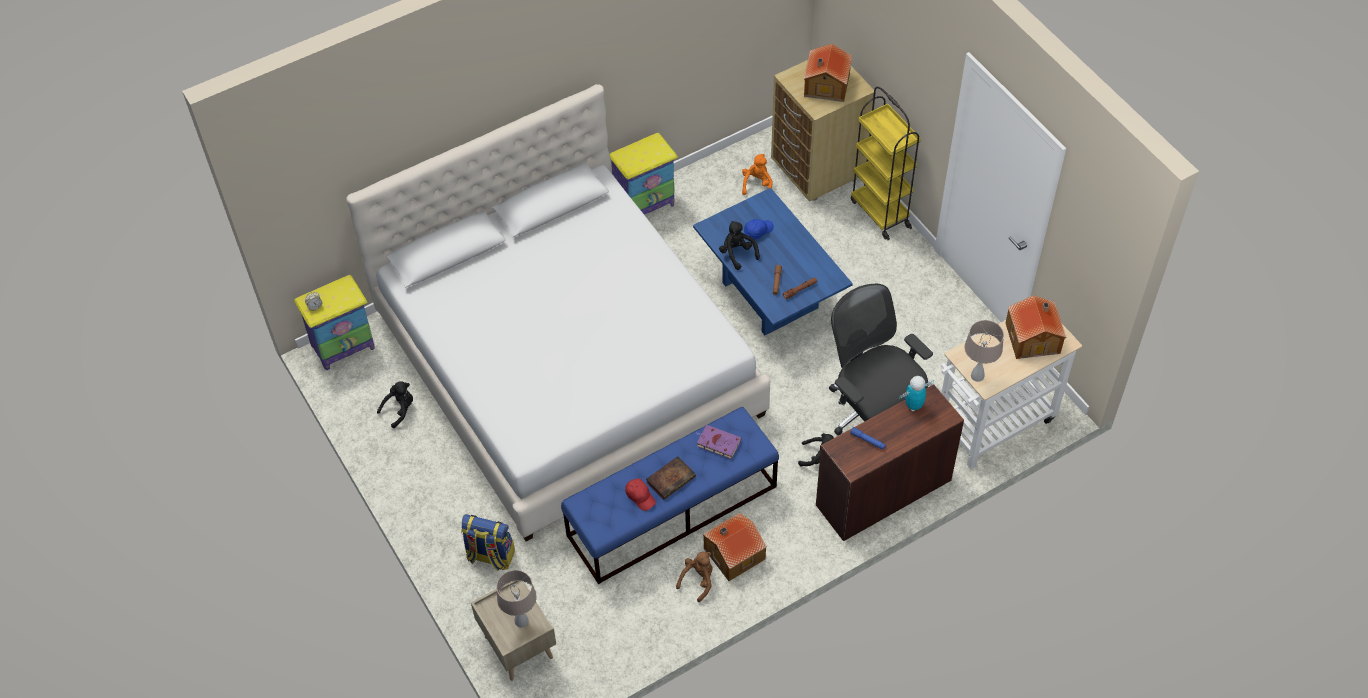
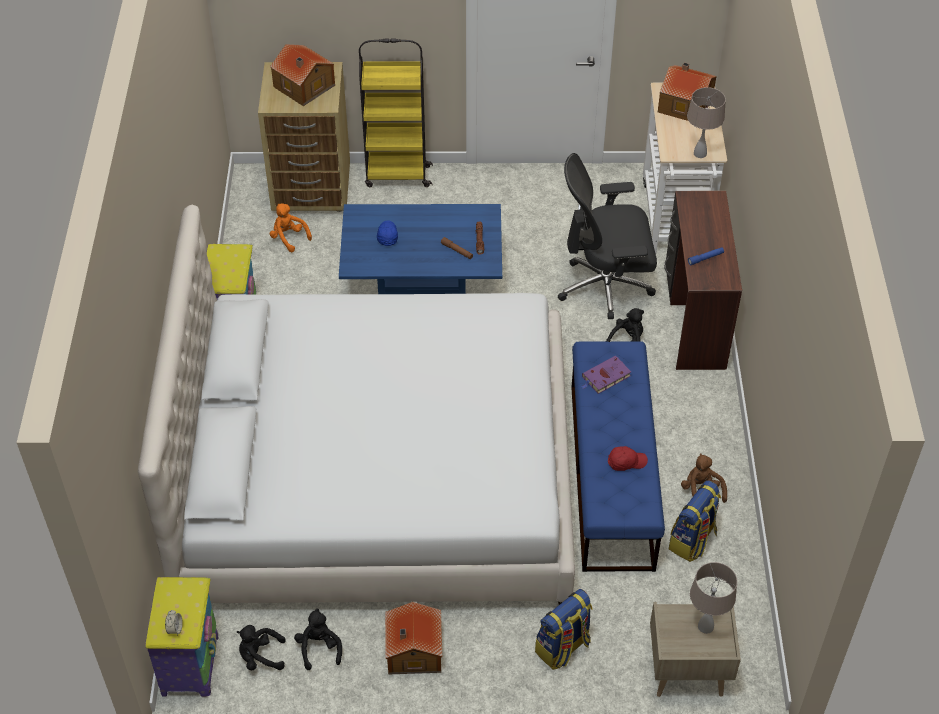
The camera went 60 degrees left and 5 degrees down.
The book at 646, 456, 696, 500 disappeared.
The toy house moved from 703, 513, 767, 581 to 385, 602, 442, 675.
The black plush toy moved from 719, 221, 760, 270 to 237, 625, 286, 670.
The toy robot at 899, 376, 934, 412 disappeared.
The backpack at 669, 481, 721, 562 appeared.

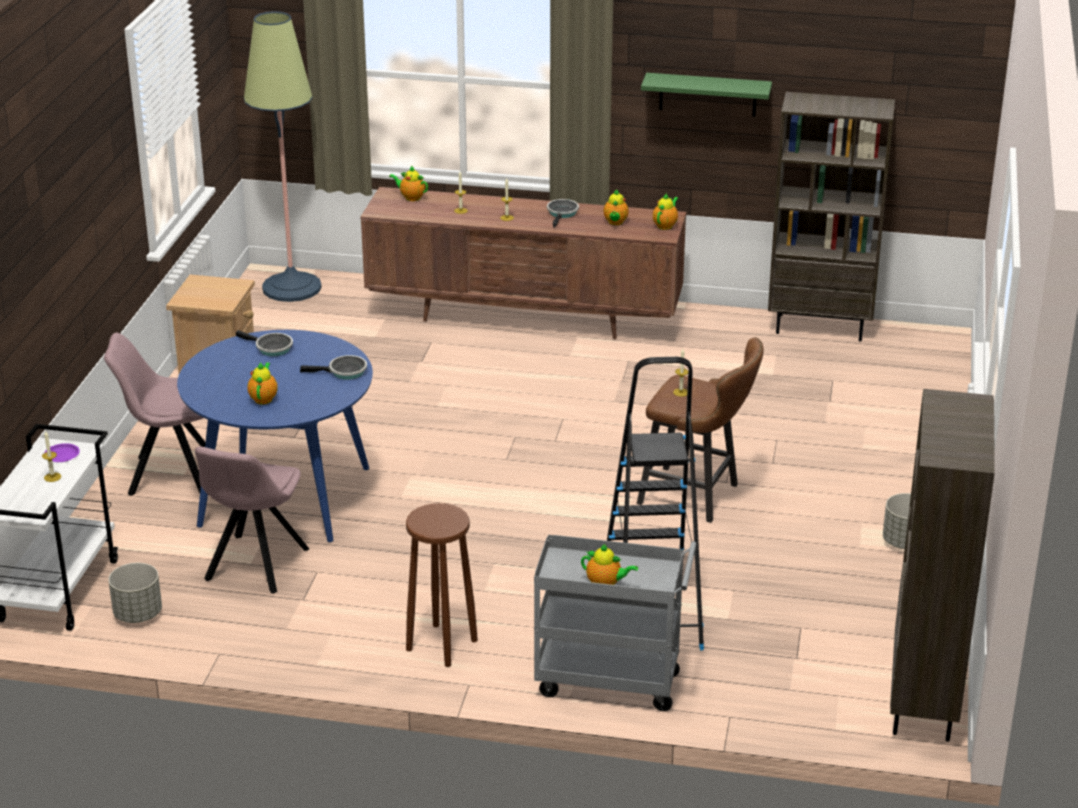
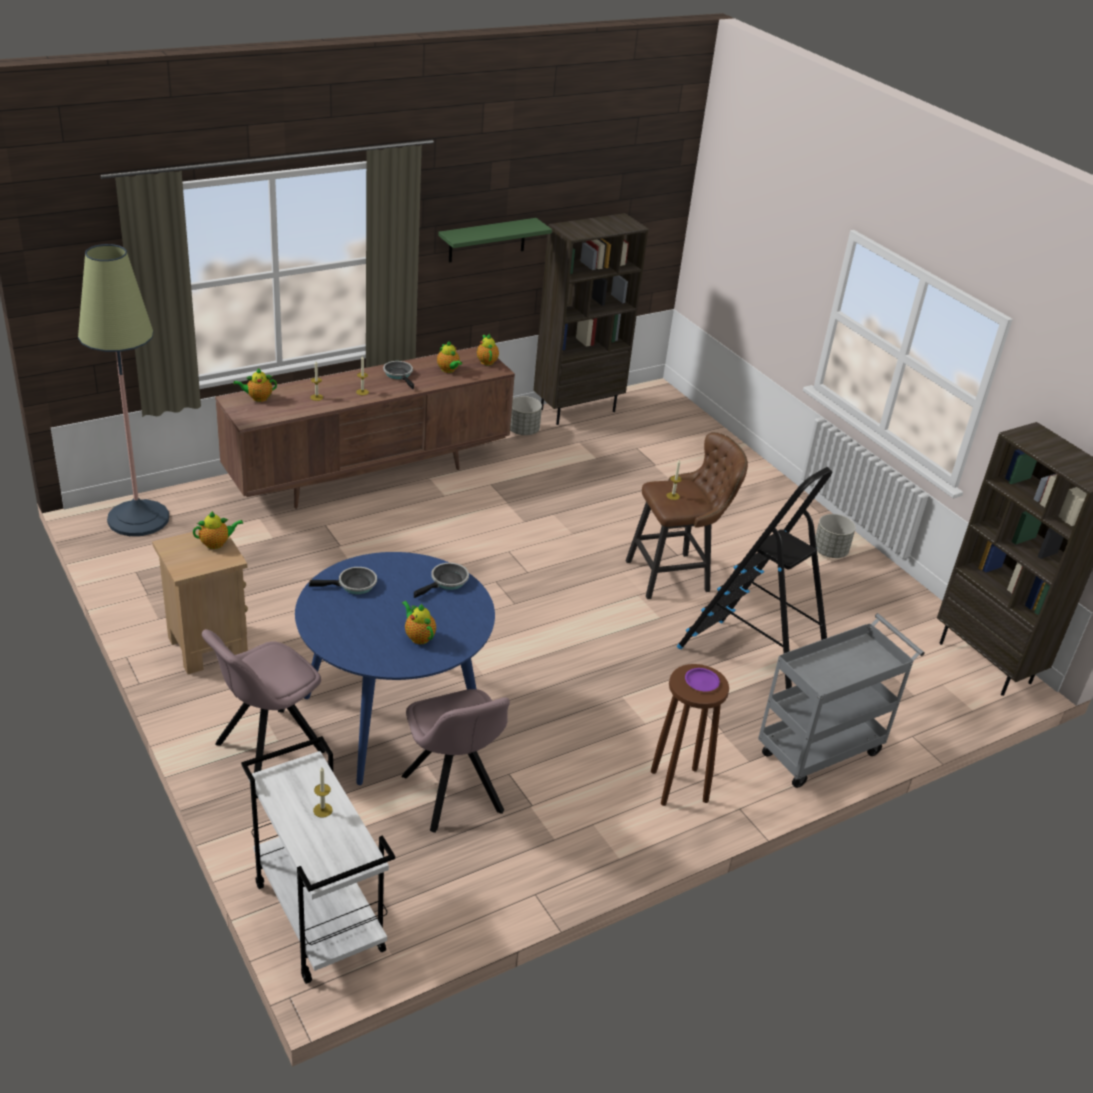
The camera went 45 degrees left and 5 degrees up.
The purple plate moved from 44, 443, 80, 462 to 685, 668, 720, 691.
The grey planter moved from 108, 563, 162, 623 to 510, 396, 542, 435.
The teapot moved from 581, 544, 638, 585 to 193, 511, 243, 549.

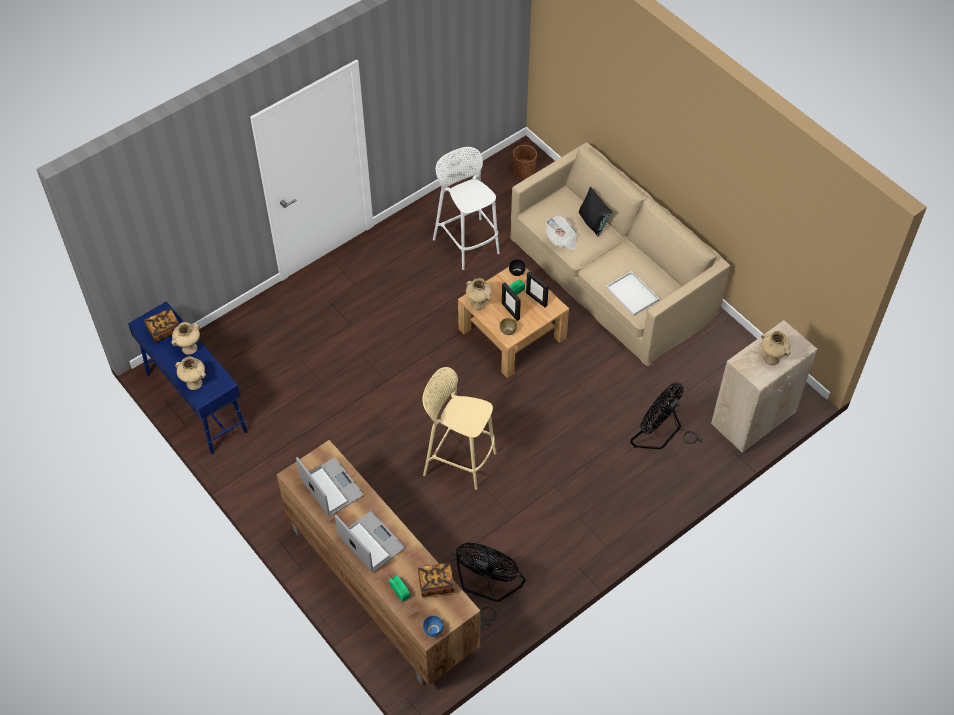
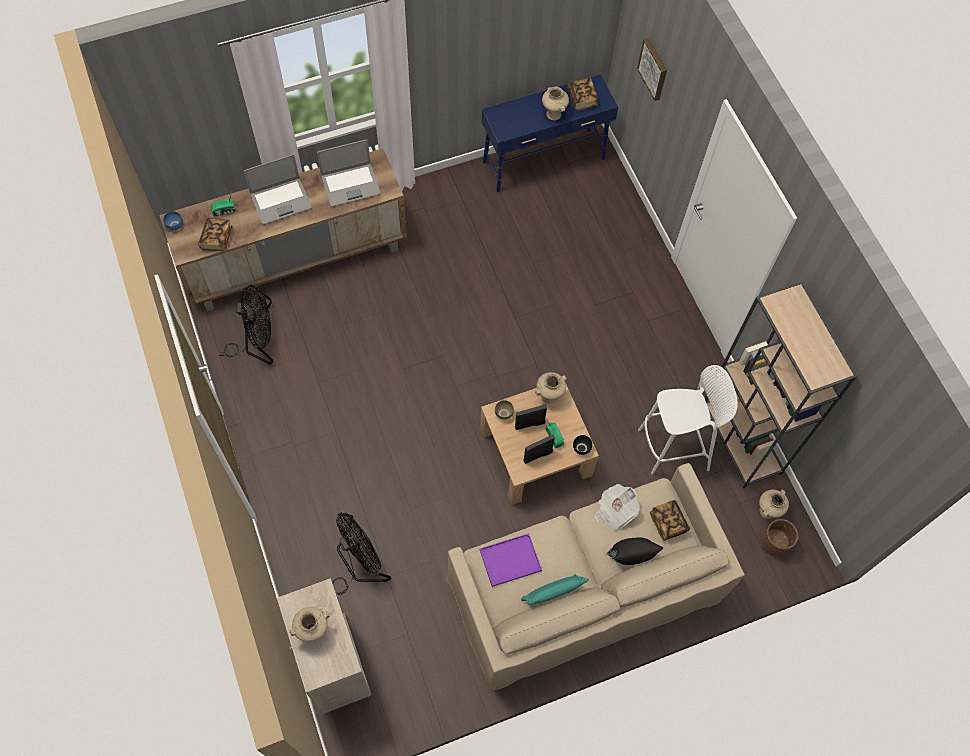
The camera went 105 degrees right and 10 degrees up.
The beige vase moved from 175, 356, 206, 390 to 759, 489, 789, 519.
The beige stool at 423, 367, 497, 490 disappeared.
The black fan at 453, 543, 526, 627 turned 45 degrees counterclockwise.
The white tray at 606, 271, 659, 316 became the purple tray at 480, 533, 542, 587.
The turquoise pillow at 521, 574, 589, 605 appeared.
The picture at 637, 38, 667, 101 appeared.
The book at 650, 500, 690, 541 appeared.
The bookcase at 705, 281, 857, 489 appeared.

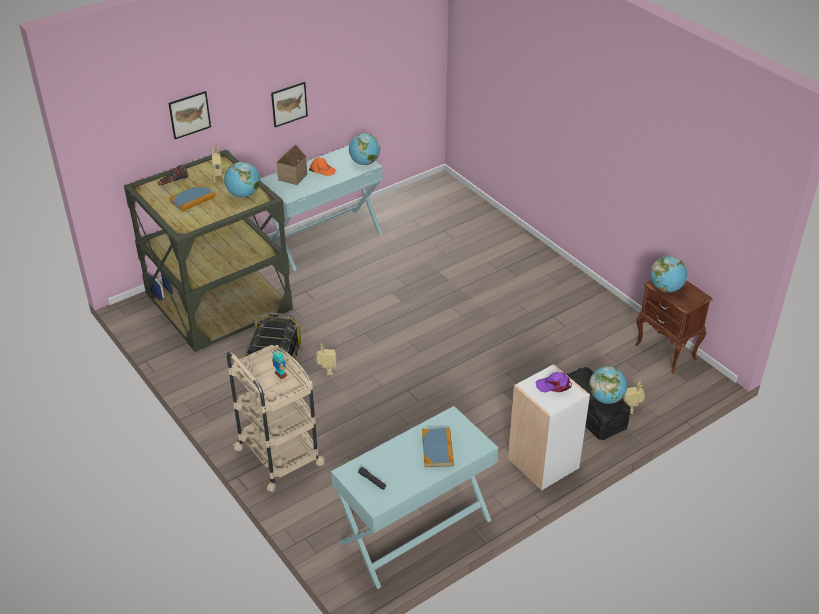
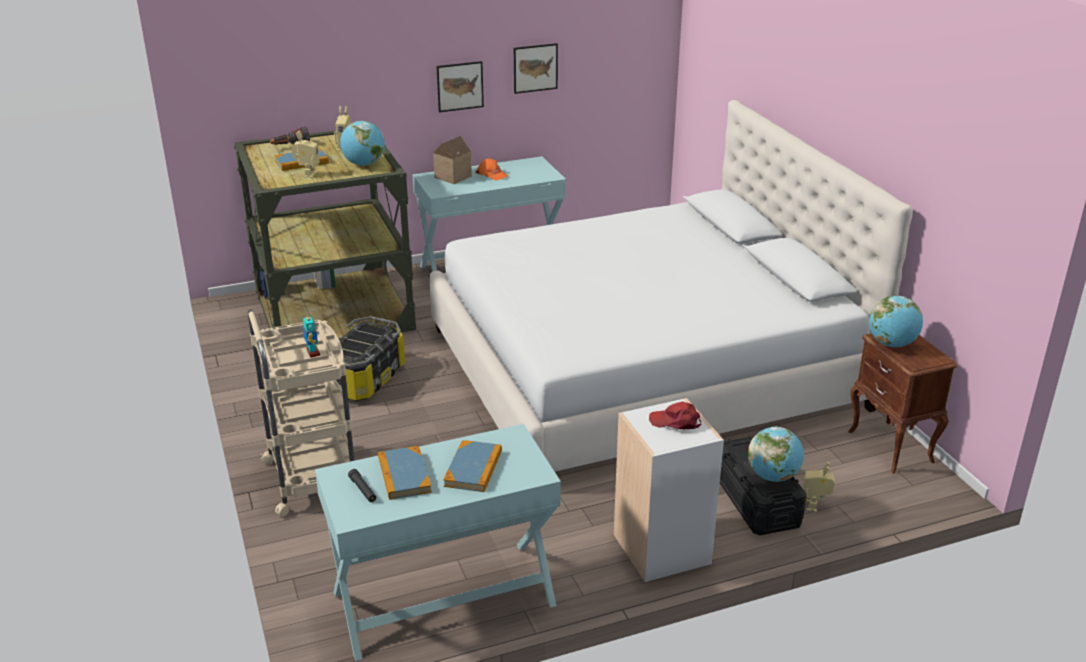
The camera went 15 degrees right and 10 degrees down.
The picture moved from 168, 91, 211, 139 to 514, 43, 558, 94.
The toy robot moved from 316, 343, 337, 375 to 291, 130, 320, 178.
The globe at 349, 133, 380, 165 disappeared.
The purple cap at 536, 372, 572, 393 became the red cap at 649, 402, 701, 429.
The book at 378, 446, 432, 500 appeared.
The white bed at 430, 100, 913, 472 appeared.

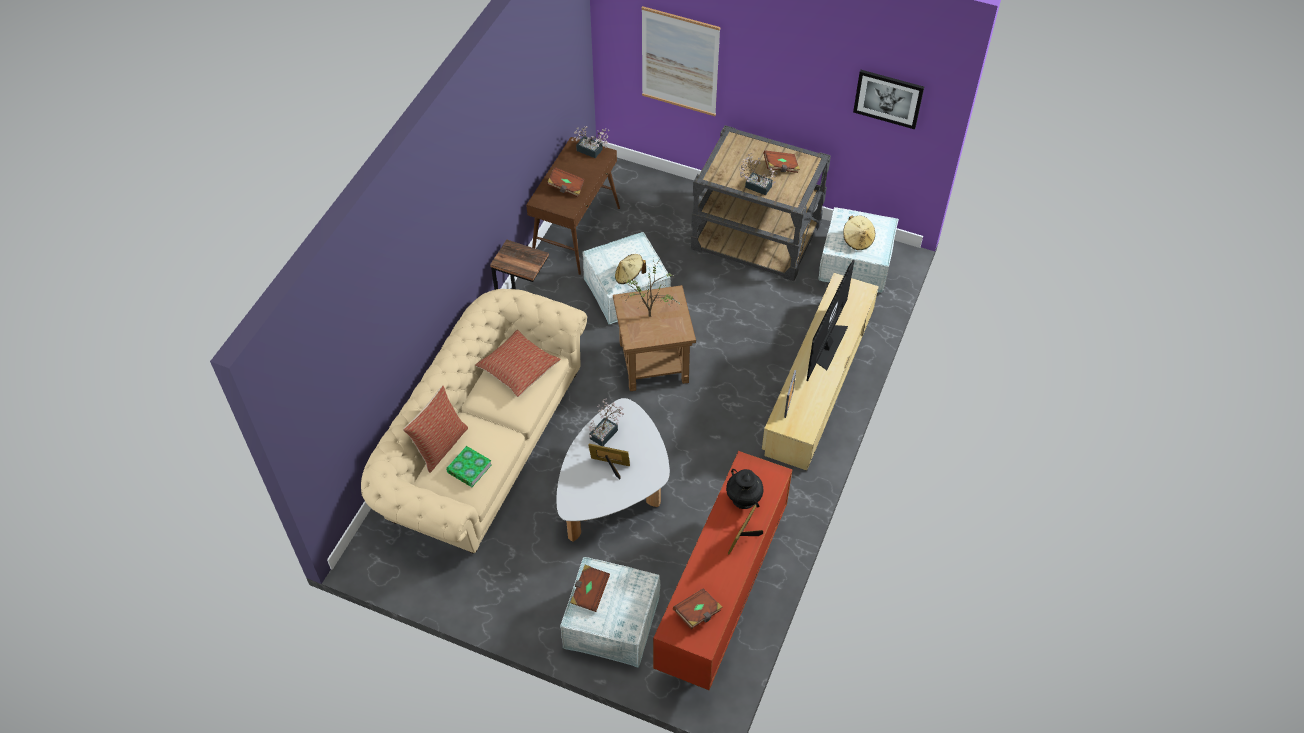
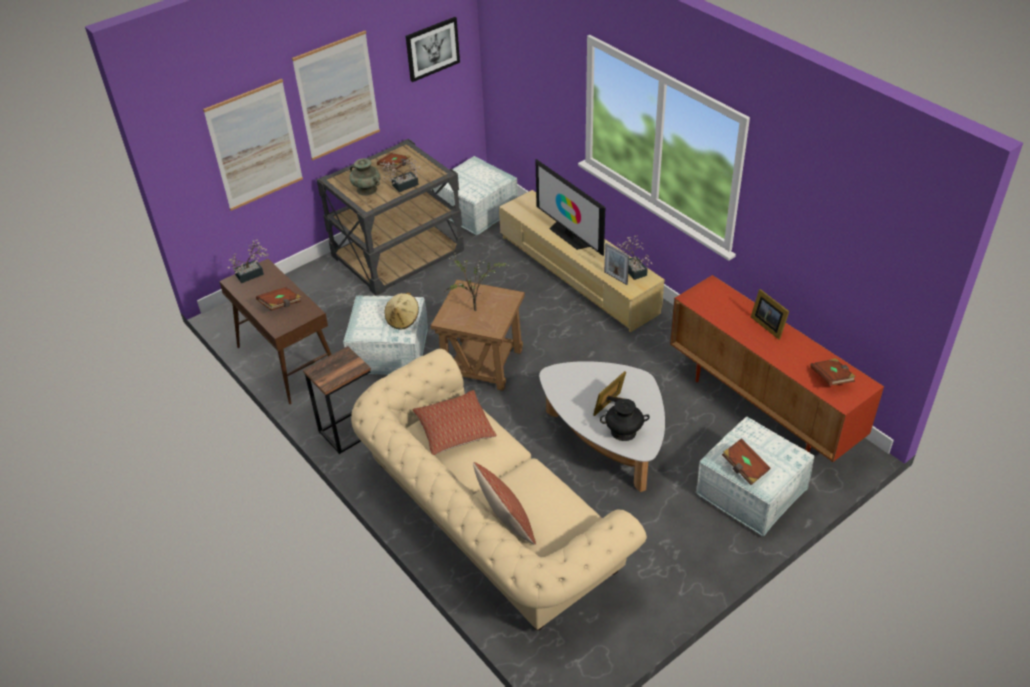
The camera went 60 degrees left and 10 degrees down.
The book at 446, 446, 492, 487 disappeared.
The potted plant moved from 589, 399, 624, 446 to 617, 236, 652, 280.
The black vase moved from 726, 469, 763, 509 to 600, 399, 650, 441.
The beige hat at 843, 216, 875, 250 disappeared.
The picture at 292, 31, 380, 160 appeared.
The turquoise vase at 349, 158, 380, 196 appeared.

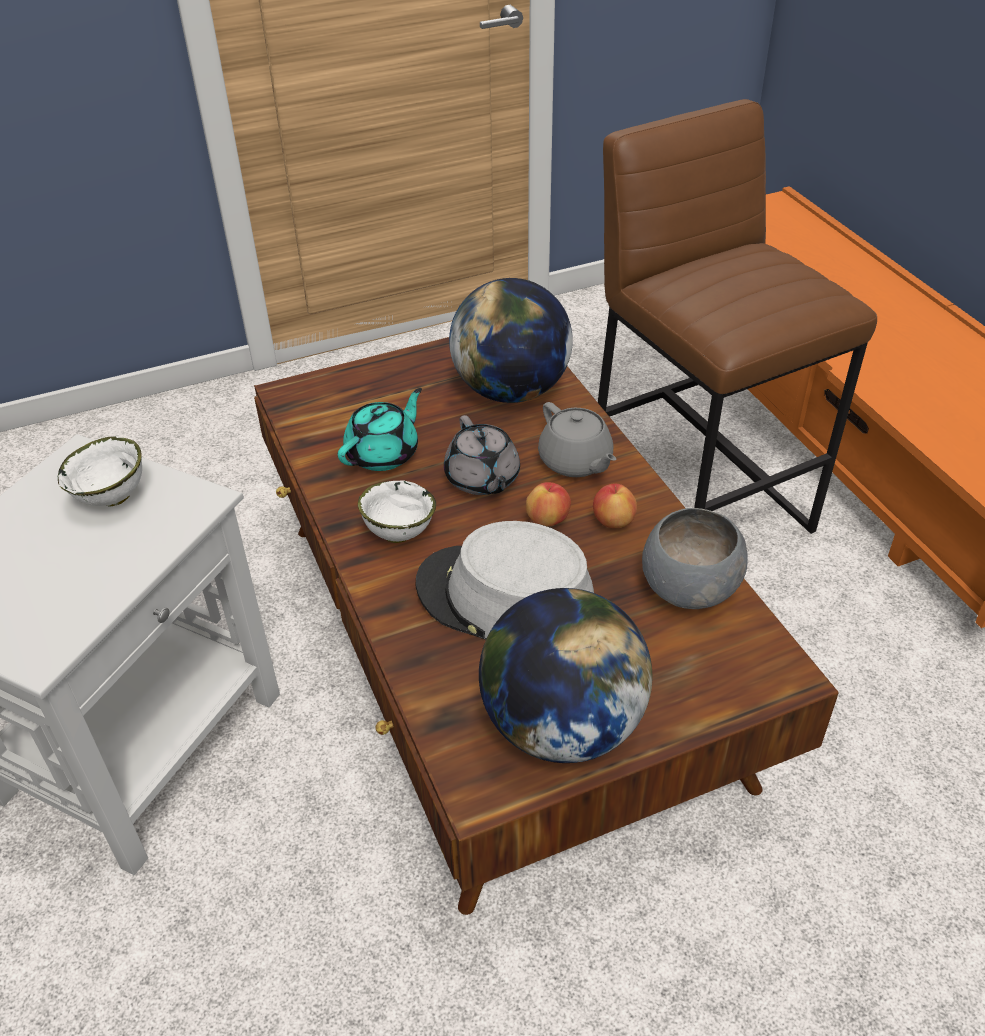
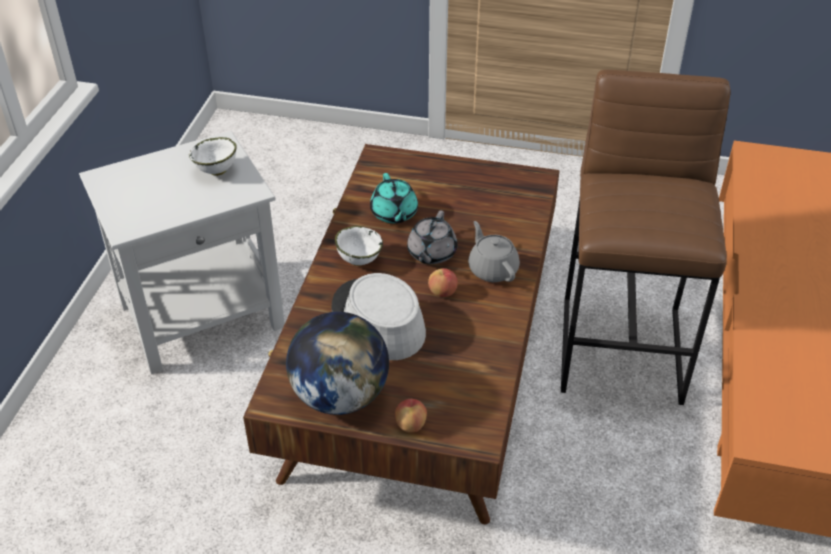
The camera went 35 degrees right and 0 degrees up.
The turquoise teapot at 338, 388, 422, 471 turned 90 degrees clockwise.
The globe at 449, 278, 573, 403 disappeared.
The grey teapot at 538, 402, 616, 477 turned 150 degrees clockwise.
The apple moved from 593, 484, 637, 528 to 395, 399, 427, 433.
The grey bowl at 642, 508, 747, 609 disappeared.

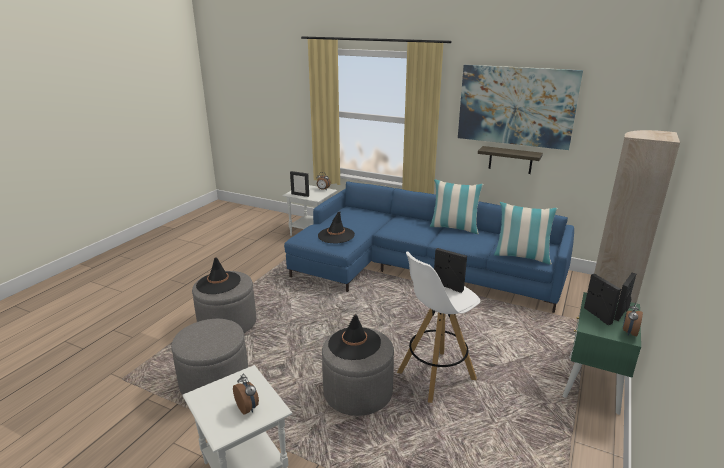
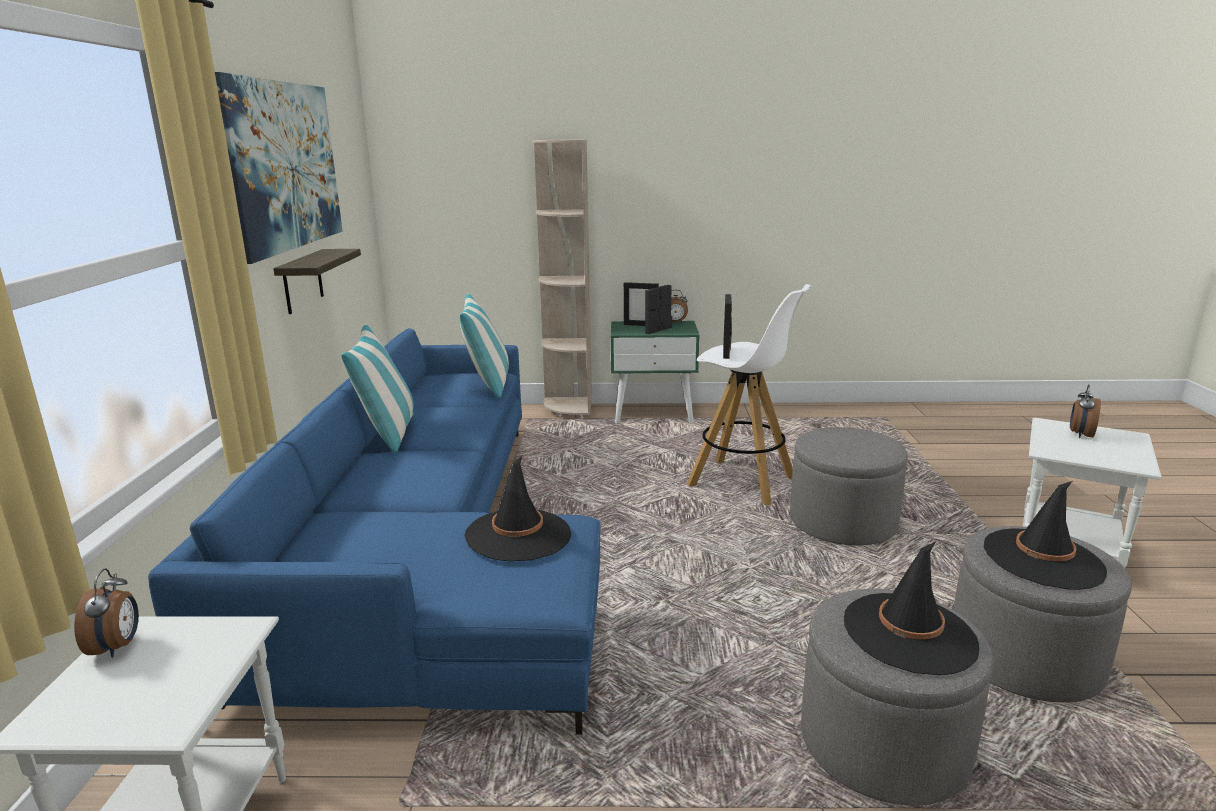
The camera went 115 degrees left and 5 degrees down.
The picture frame at 290, 171, 309, 197 disappeared.
The black hat moved from 328, 314, 381, 360 to 984, 481, 1107, 590.

